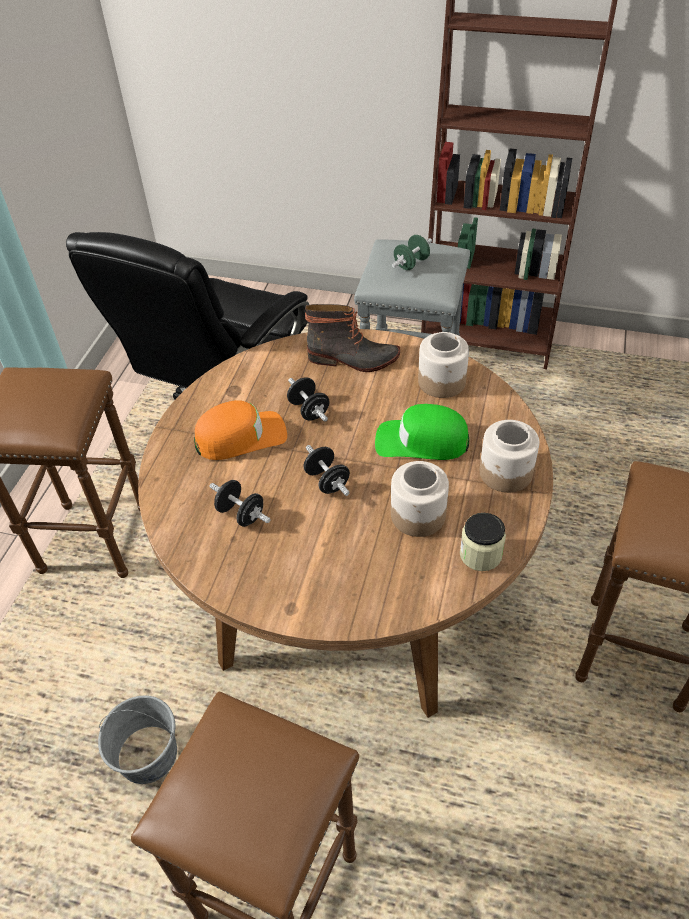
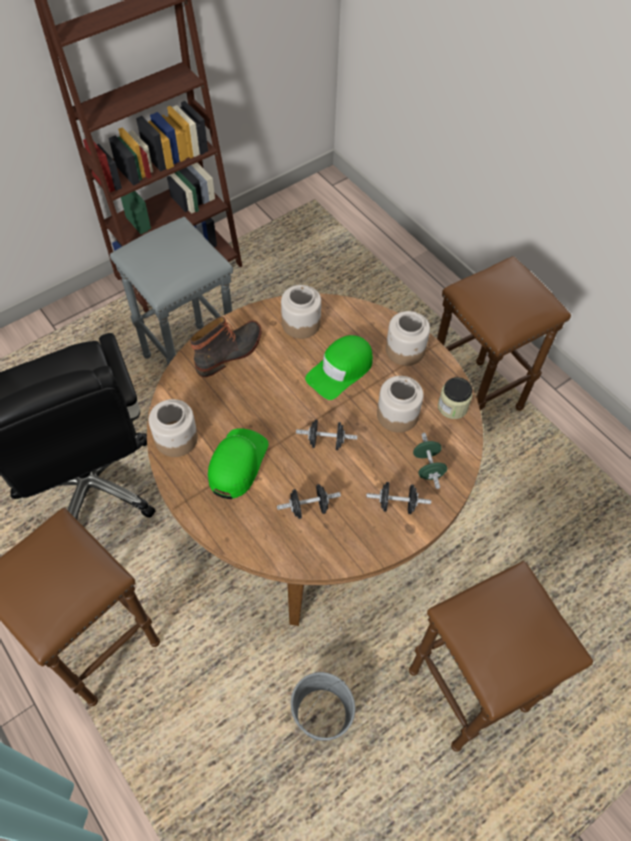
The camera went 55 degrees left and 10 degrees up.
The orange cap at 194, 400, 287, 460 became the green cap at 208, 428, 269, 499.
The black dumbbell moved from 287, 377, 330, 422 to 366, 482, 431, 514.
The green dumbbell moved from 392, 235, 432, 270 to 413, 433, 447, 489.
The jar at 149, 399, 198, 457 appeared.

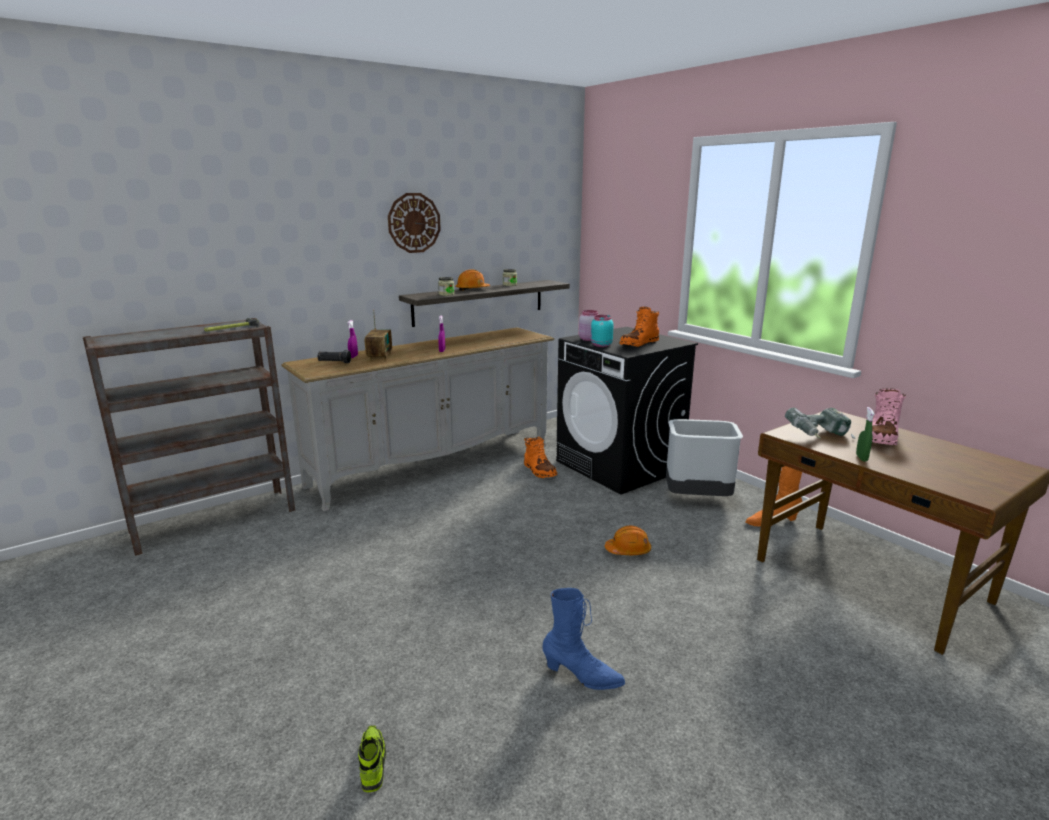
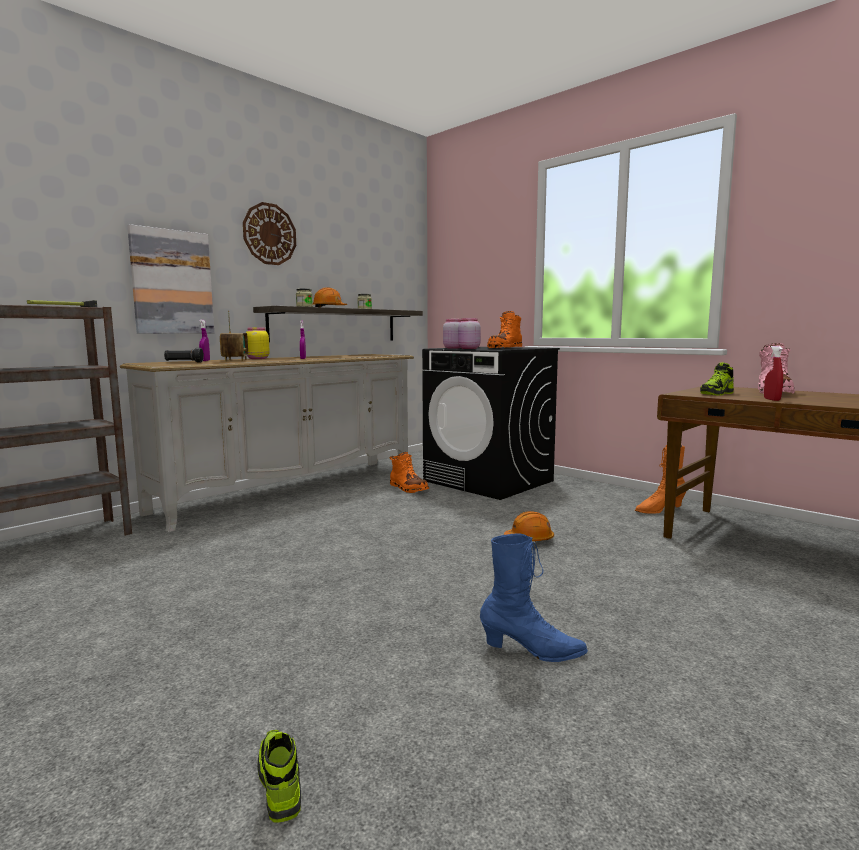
The camera went 10 degrees left and 10 degrees down.
The turquoise jar at 591, 315, 614, 347 became the pink jar at 458, 318, 481, 349.
The grey trash can at 666, 419, 743, 496 disappeared.
The power drill at 785, 407, 855, 439 was replaced by the shoe at 700, 362, 734, 395.
The green spray bottle at 856, 407, 874, 462 became the red spray bottle at 764, 346, 783, 401.
The picture at 127, 224, 214, 334 appeared.
The yellow jar at 246, 328, 270, 359 appeared.

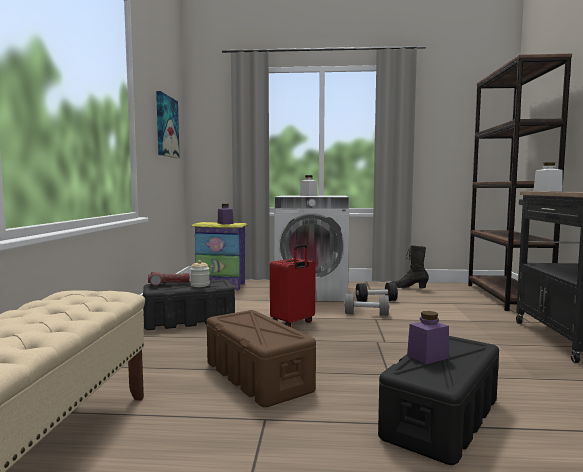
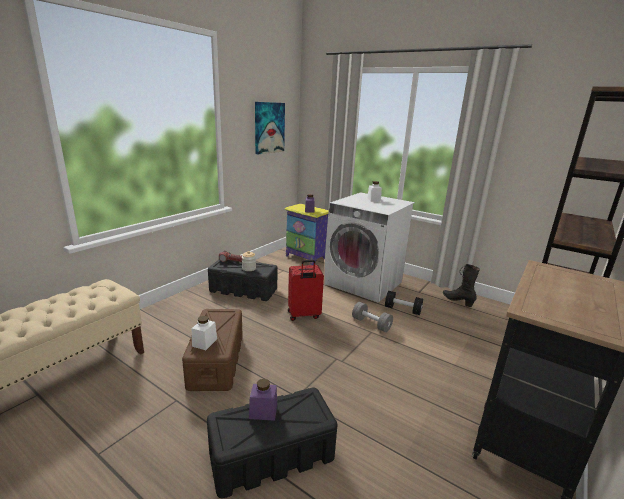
The camera went 30 degrees right and 15 degrees up.
The white jar moved from 533, 162, 563, 191 to 192, 316, 217, 350.

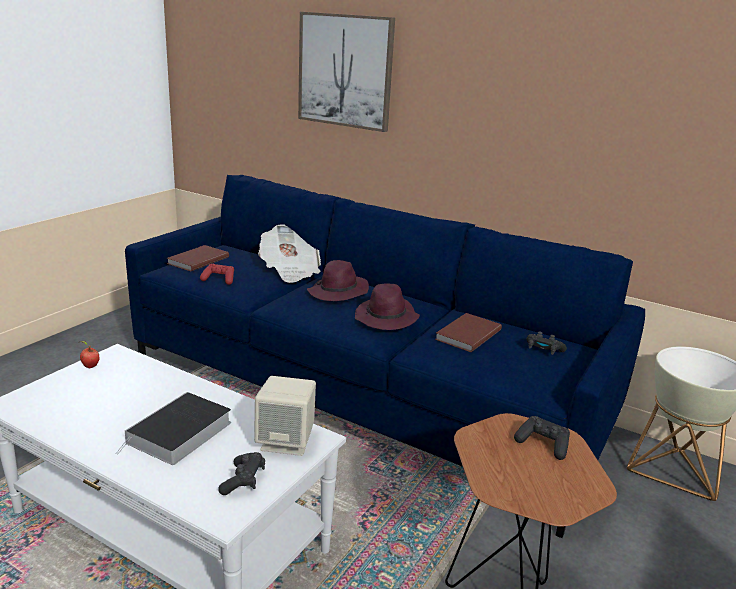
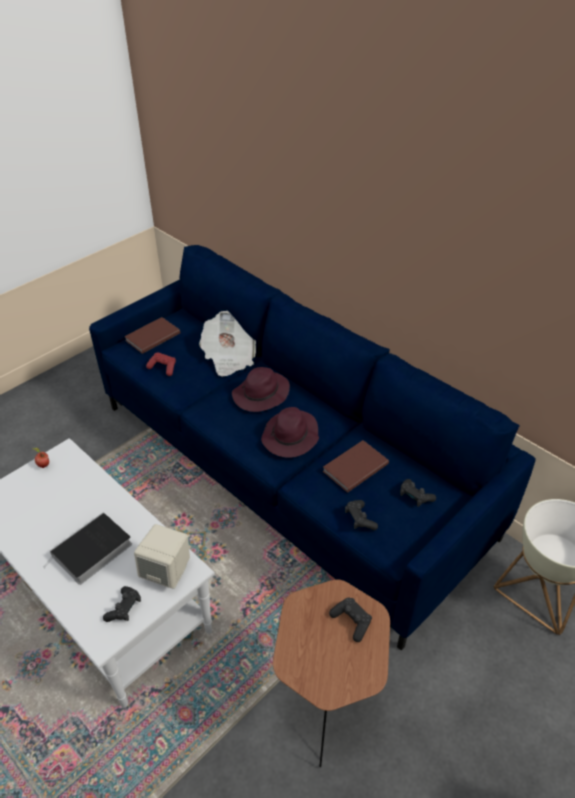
The camera went 15 degrees right and 20 degrees up.
The picture at 298, 12, 395, 132 disappeared.
The black game controller at 345, 500, 378, 530 appeared.

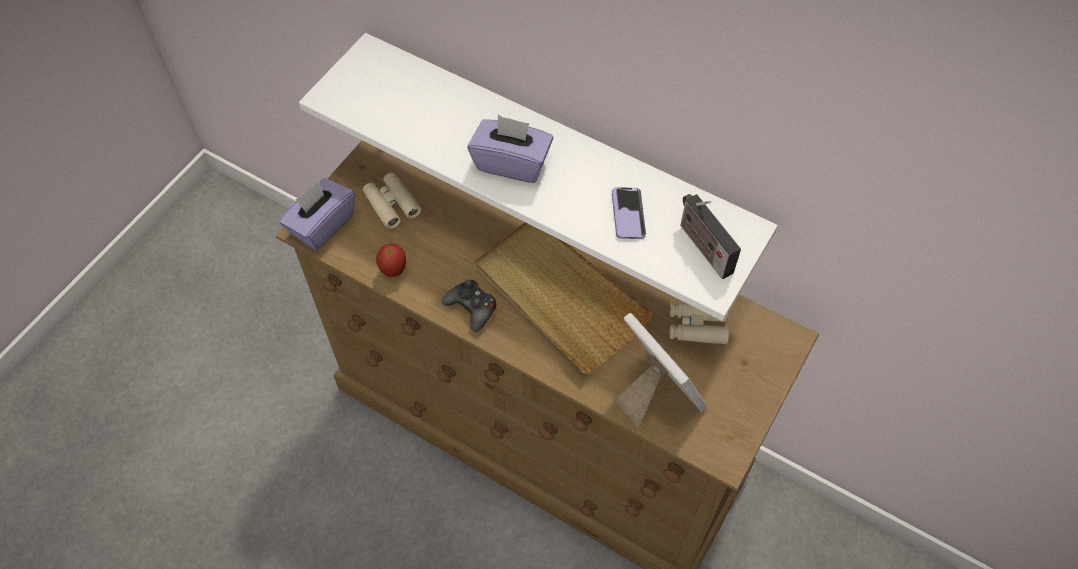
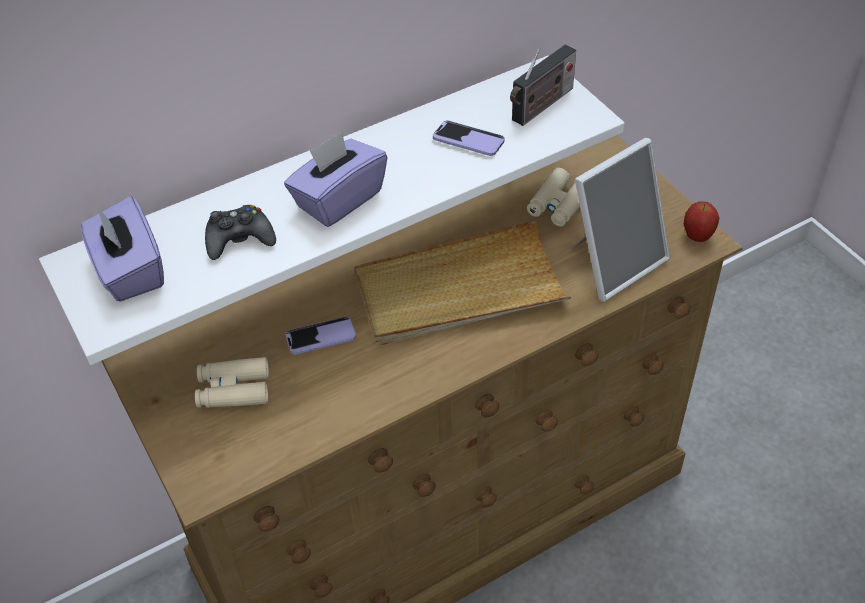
The camera went 60 degrees left and 10 degrees down.
The purple tissue box moved from 279, 178, 355, 250 to 81, 196, 164, 302.
The apple moved from 376, 244, 406, 277 to 684, 201, 719, 242.
The black game controller moved from 442, 279, 496, 332 to 205, 205, 276, 260.
The picture frame at 615, 313, 707, 428 turned 150 degrees clockwise.
The radio at 680, 194, 741, 279 turned 45 degrees counterclockwise.
The phone at 285, 317, 356, 355 appeared.

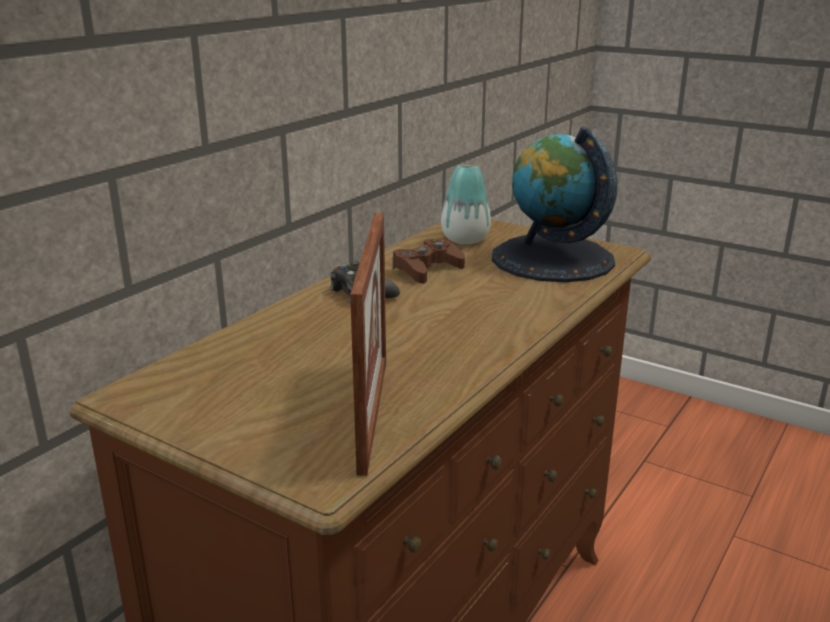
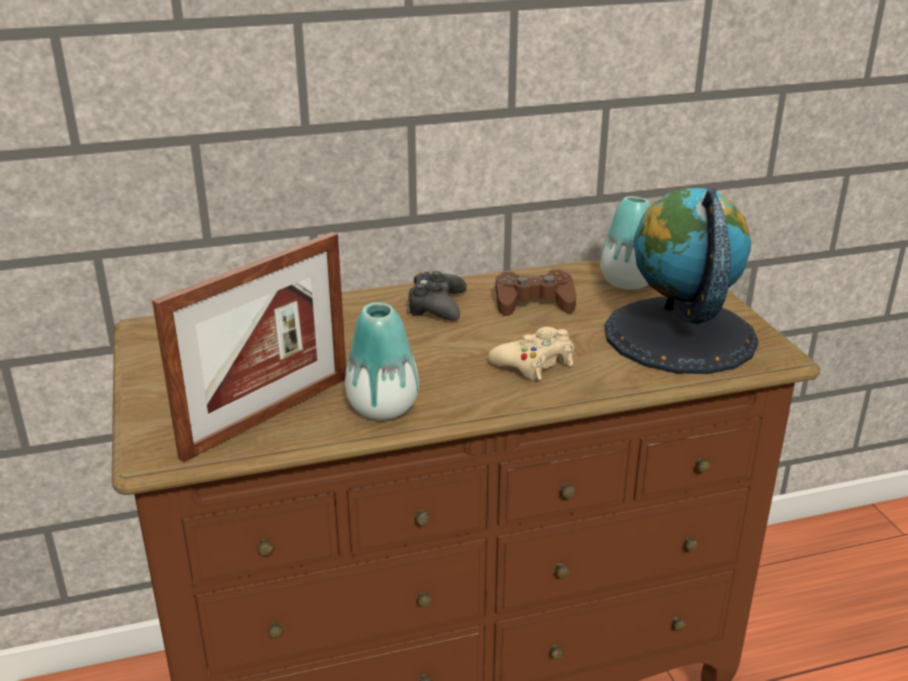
The camera went 40 degrees right and 5 degrees up.
The vase at 345, 302, 419, 420 appeared.
The beige game controller at 488, 327, 575, 381 appeared.

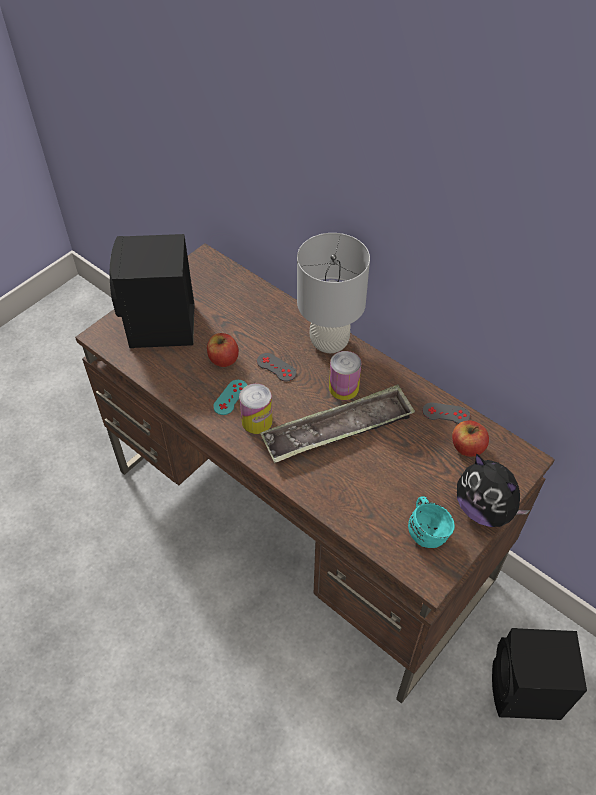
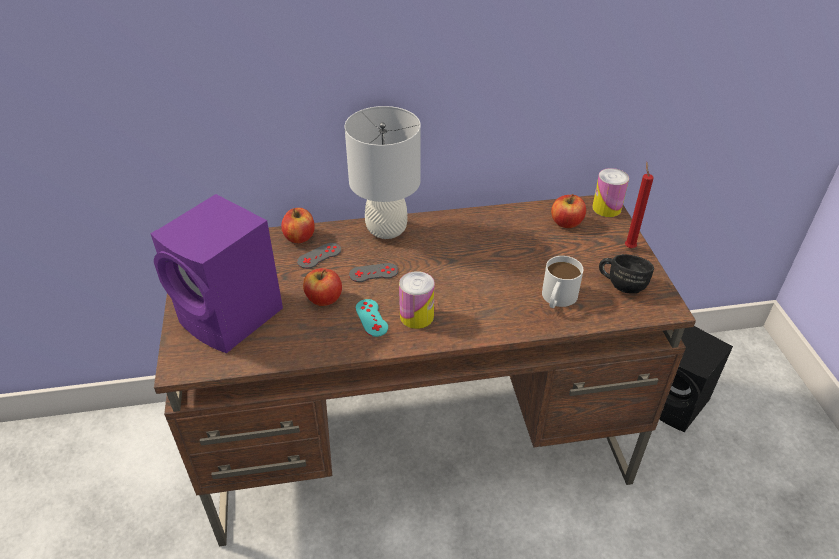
The camera went 50 degrees left and 10 degrees down.
The black speaker at 110, 234, 194, 348 became the purple speaker at 150, 194, 283, 353.
The tray at 260, 384, 415, 463 disappeared.
The can moved from 329, 351, 361, 400 to 592, 168, 629, 217.
The turquoise mug at 408, 496, 455, 548 became the black mug at 599, 254, 654, 294.
The grey game controller moved from 422, 402, 470, 424 to 297, 243, 341, 269.
The plush toy at 457, 453, 530, 527 was replaced by the red candle at 625, 162, 654, 248.
The apple at 281, 208, 315, 243 appeared.
The white mug at 542, 256, 583, 308 appeared.

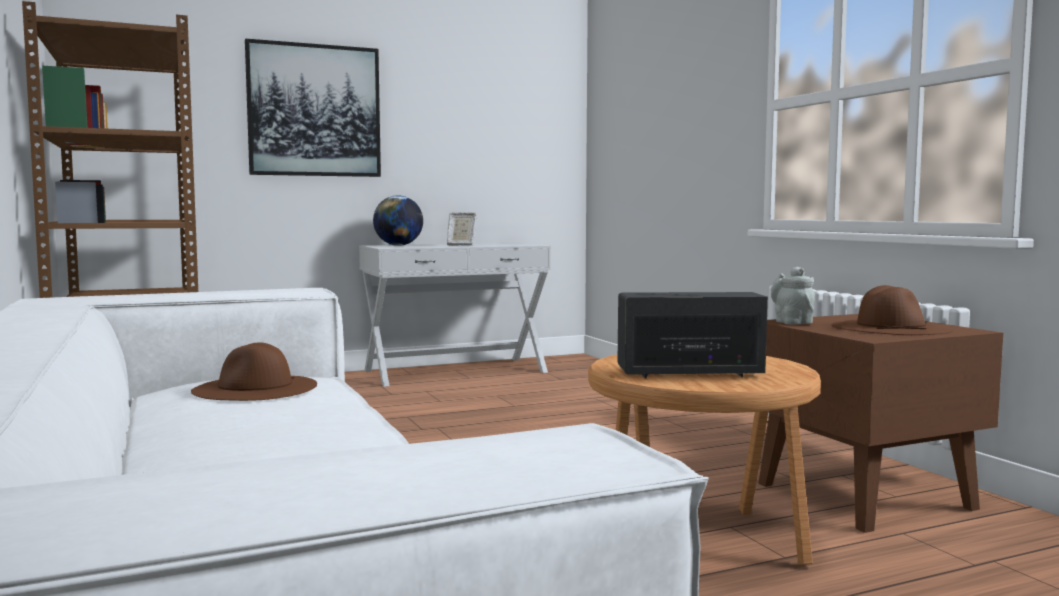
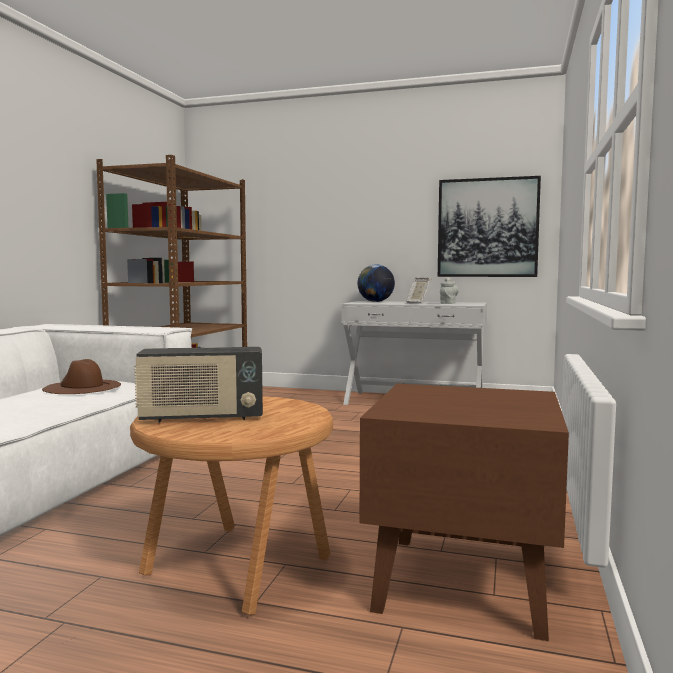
The camera went 40 degrees right and 0 degrees up.
The picture moved from 245, 39, 381, 177 to 438, 176, 541, 277.
The radio at 618, 292, 768, 378 turned 135 degrees clockwise.
The grey teapot moved from 771, 266, 815, 325 to 440, 277, 459, 304.
The brown hat at 832, 285, 954, 335 disappeared.

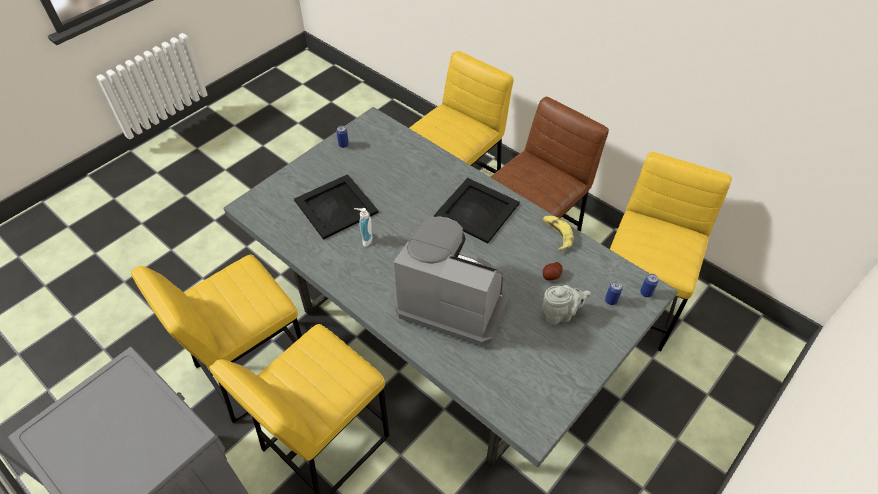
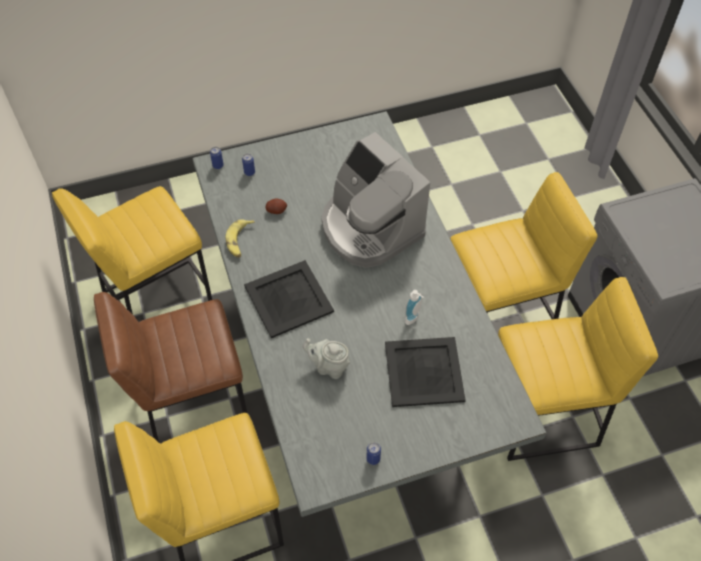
The camera went 150 degrees left and 5 degrees up.
The grey teapot moved from 542, 285, 591, 325 to 303, 338, 350, 379.

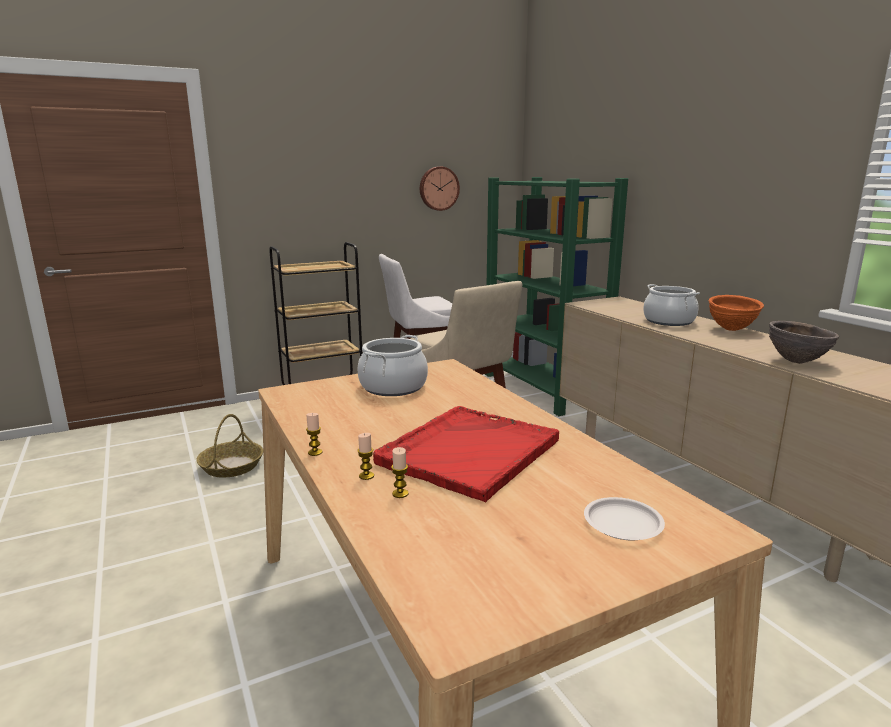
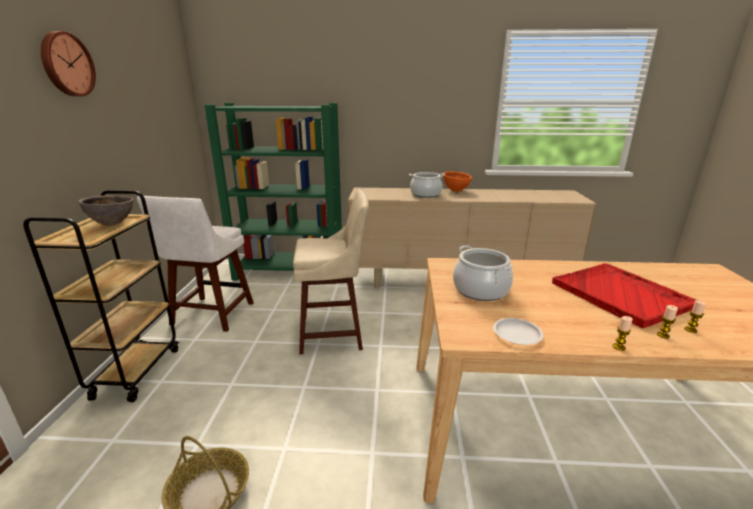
The camera went 60 degrees left and 5 degrees up.
The wall clock moved from 420, 167, 460, 211 to 41, 31, 96, 97.
The white plate moved from 584, 497, 665, 540 to 493, 318, 543, 345.
The brown bowl moved from 769, 321, 839, 364 to 78, 195, 134, 226.

